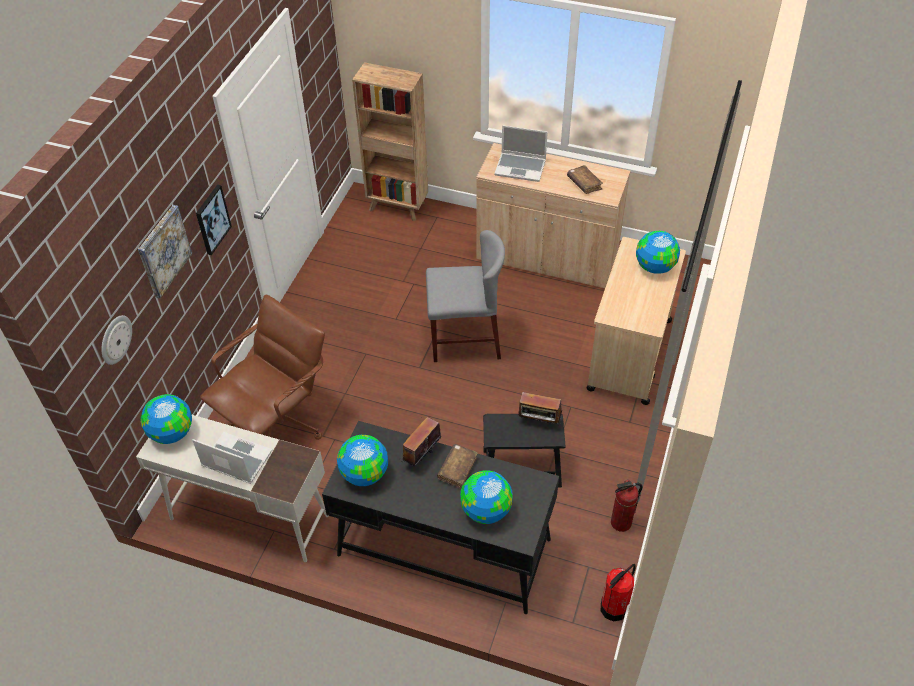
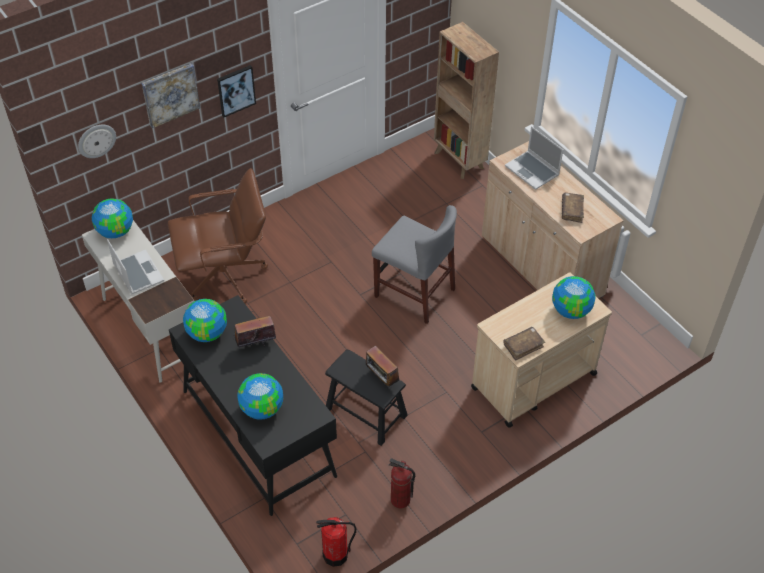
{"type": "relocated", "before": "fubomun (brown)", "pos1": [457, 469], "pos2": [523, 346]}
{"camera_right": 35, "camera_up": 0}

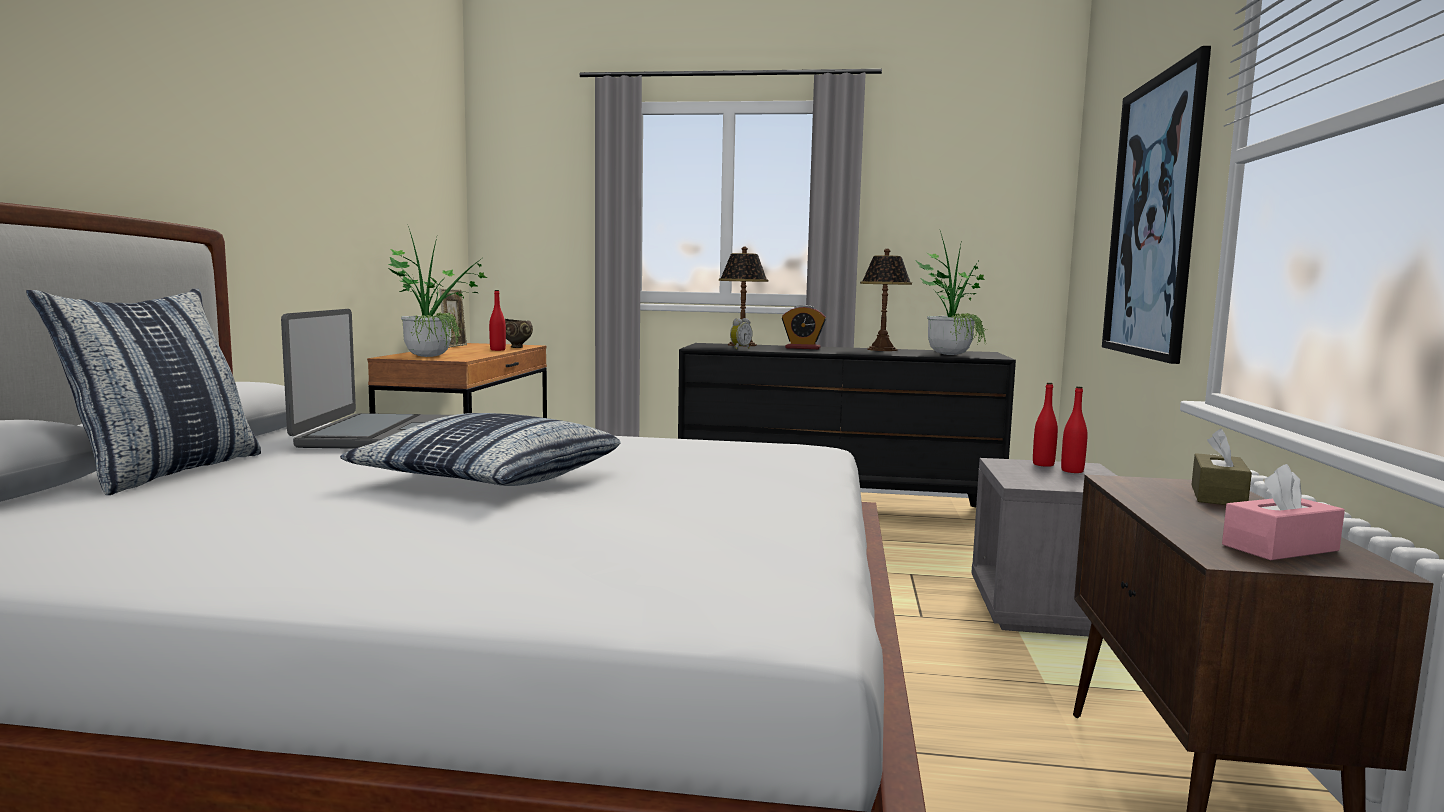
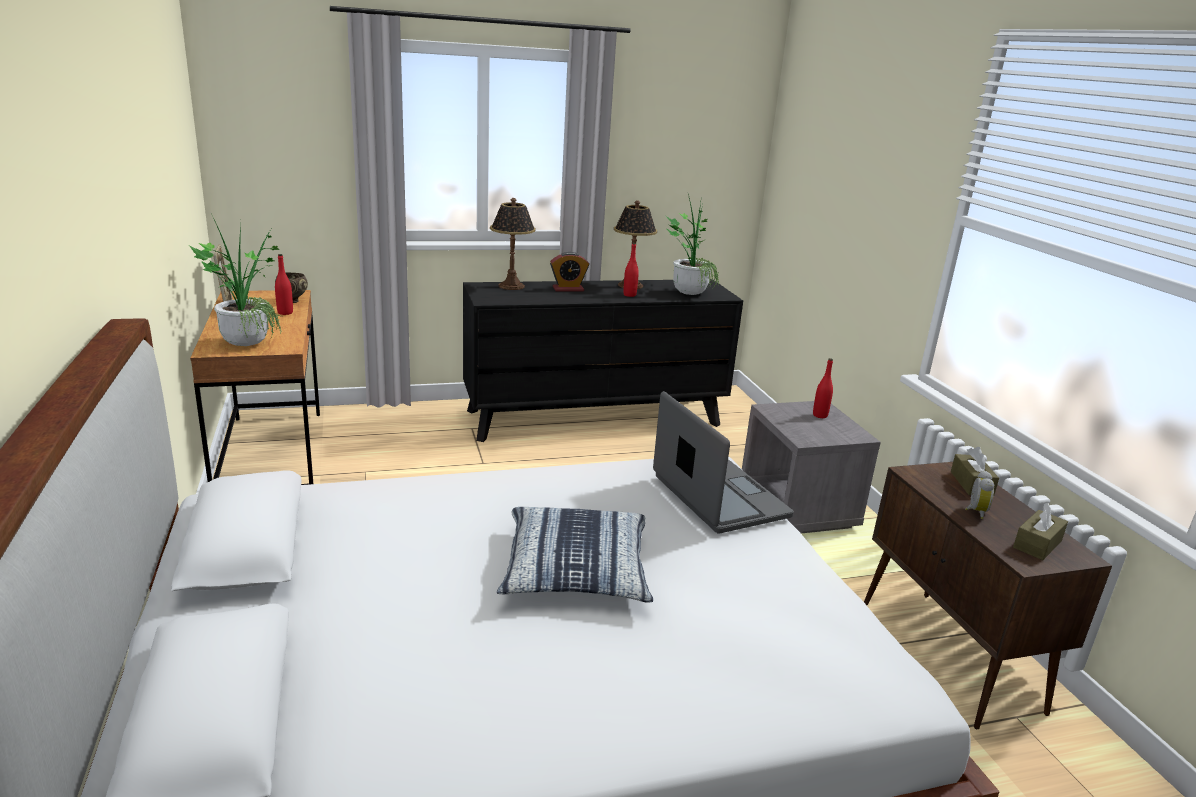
{"type": "missing", "before": "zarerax", "pos1": [1152, 218]}
{"type": "missing", "before": "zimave", "pos1": [167, 472]}
{"type": "relocated", "before": "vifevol", "pos1": [378, 435], "pos2": [718, 497]}
{"type": "relocated", "before": "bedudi", "pos1": [739, 348], "pos2": [974, 511]}
{"type": "relocated", "before": "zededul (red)", "pos1": [1043, 464], "pos2": [629, 295]}
{"type": "colour", "before": "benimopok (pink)", "after": "benimopok (brown)", "pos1": [1280, 548], "pos2": [1037, 544]}
{"camera_right": -25, "camera_up": 15}

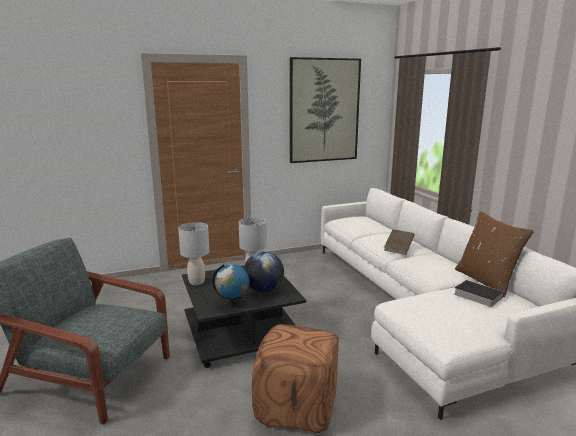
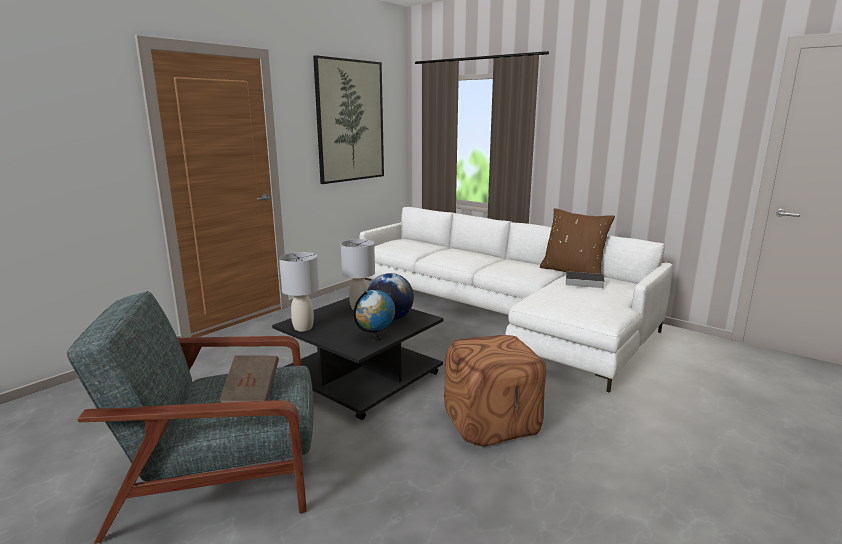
{"type": "relocated", "before": "fubomun (brown)", "pos1": [398, 249], "pos2": [252, 393]}
{"camera_right": -30, "camera_up": 0}

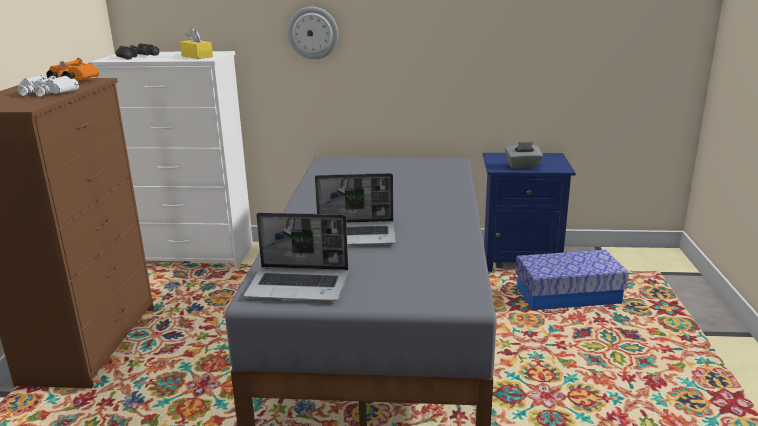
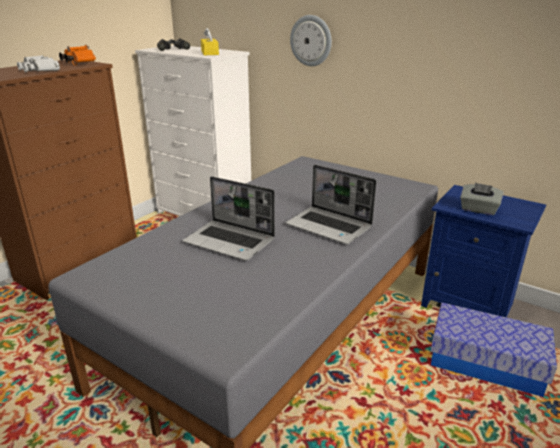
{"type": "relocated", "before": "vifevol", "pos1": [299, 285], "pos2": [330, 226]}
{"camera_right": 30, "camera_up": 5}

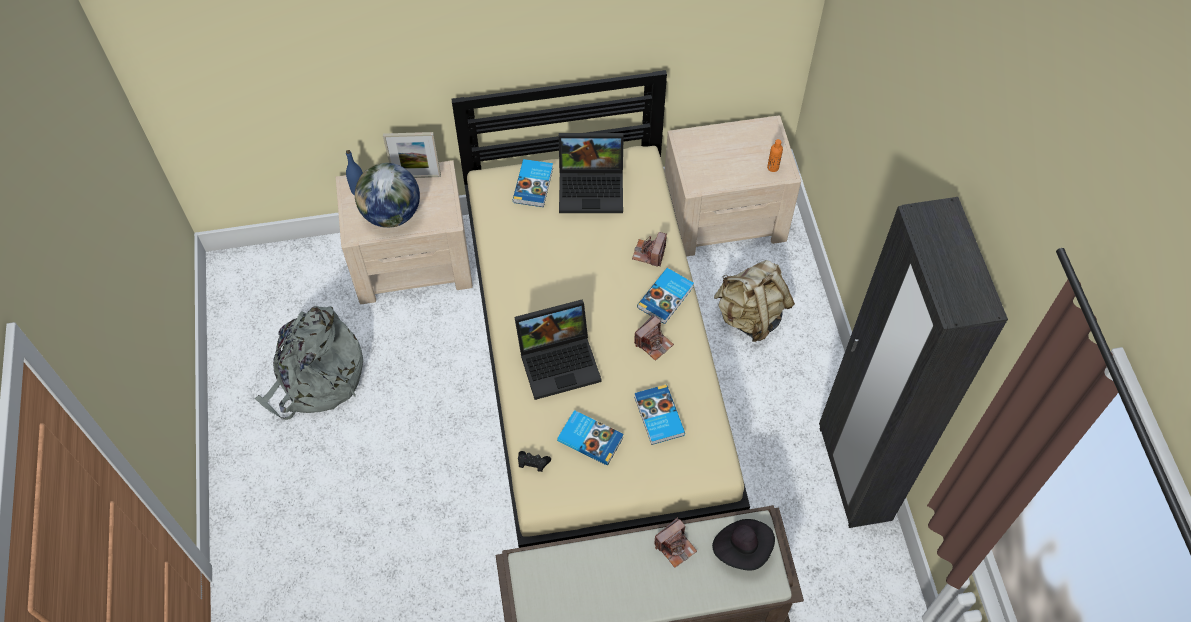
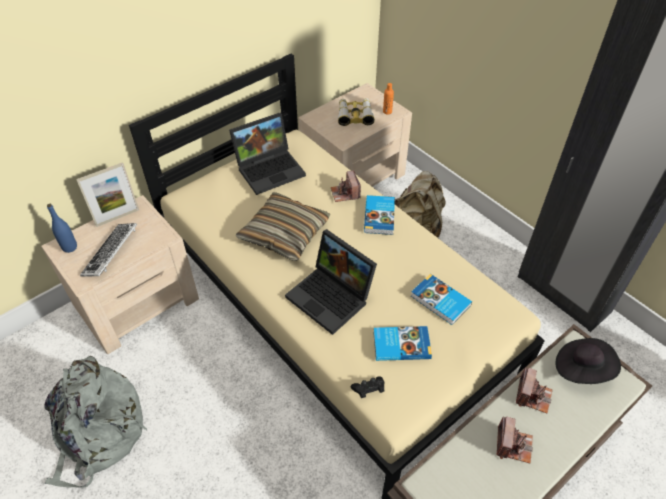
{"type": "missing", "before": "fubomun", "pos1": [534, 185]}
{"type": "exchanged", "before": "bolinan", "after": "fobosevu", "pos1": [391, 214], "pos2": [111, 253]}
{"type": "spun", "before": "vifevol", "pos1": [560, 361], "pos2": [332, 297], "turn": 90}
{"type": "relocated", "before": "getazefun", "pos1": [653, 343], "pos2": [513, 445]}
{"type": "appeared", "after": "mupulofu", "pos2": [355, 116]}
{"type": "appeared", "after": "zimave", "pos2": [285, 233]}
{"camera_right": -30, "camera_up": -10}

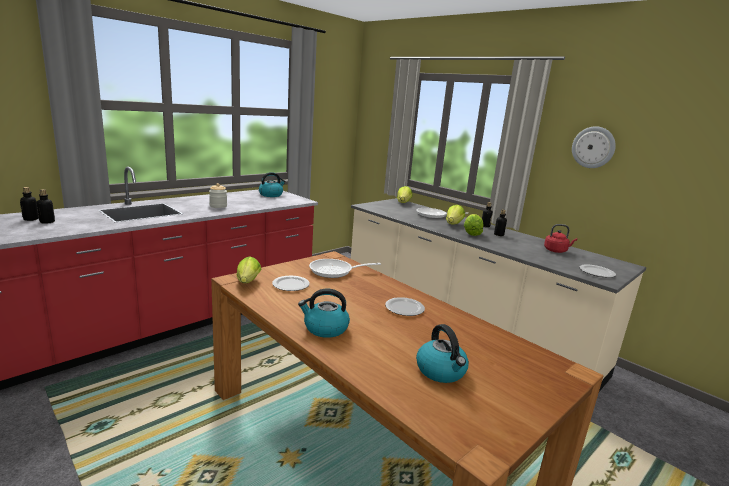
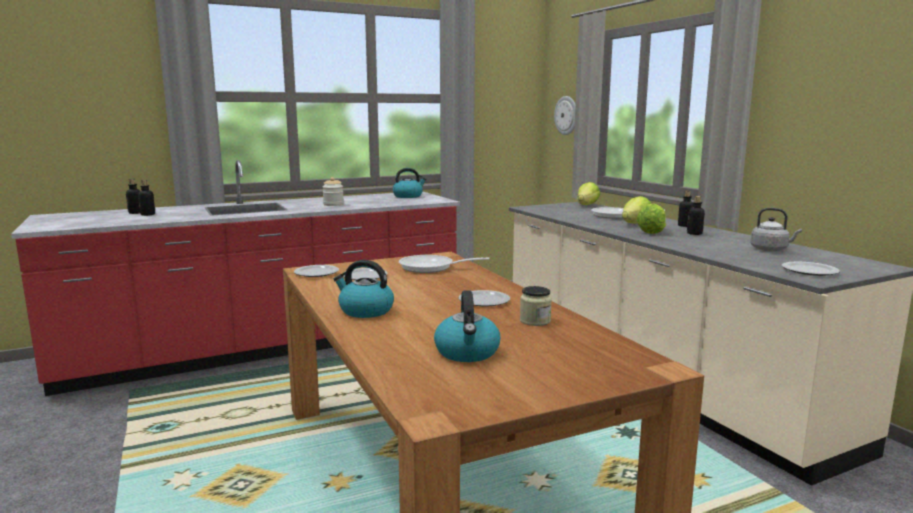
{"type": "relocated", "before": "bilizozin", "pos1": [593, 147], "pos2": [566, 115]}
{"type": "colour", "before": "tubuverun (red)", "after": "tubuverun (grey)", "pos1": [556, 251], "pos2": [770, 249]}
{"type": "exchanged", "before": "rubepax", "after": "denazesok", "pos1": [247, 283], "pos2": [317, 273]}
{"type": "appeared", "after": "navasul", "pos2": [535, 321]}
{"camera_right": 20, "camera_up": -5}

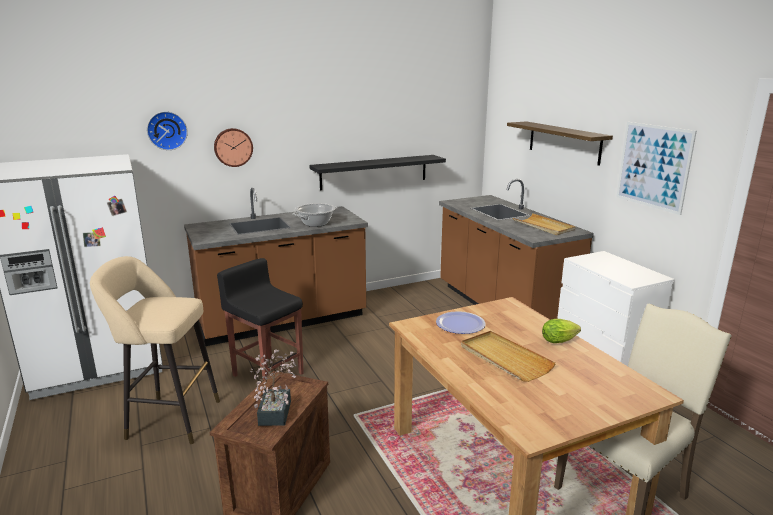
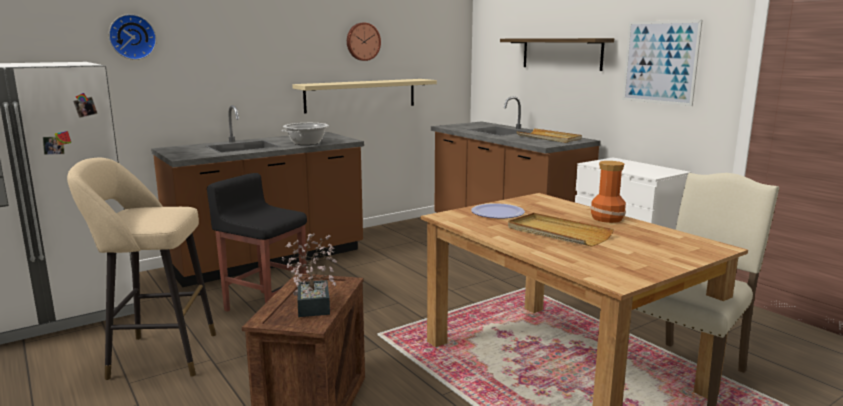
{"type": "relocated", "before": "bilizozin", "pos1": [233, 147], "pos2": [362, 41]}
{"type": "colour", "before": "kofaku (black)", "after": "kofaku (beige)", "pos1": [374, 172], "pos2": [361, 95]}
{"type": "exchanged", "before": "rubepax", "after": "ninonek", "pos1": [560, 341], "pos2": [606, 218]}
{"camera_right": -10, "camera_up": -5}

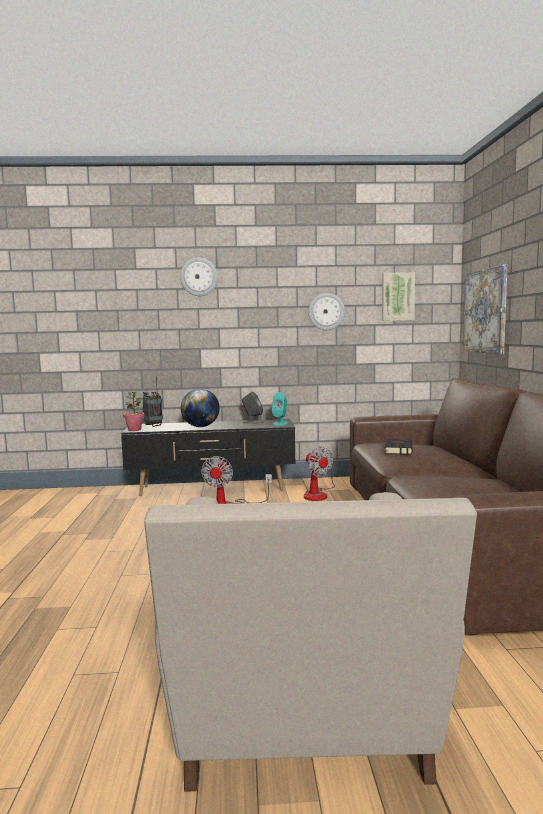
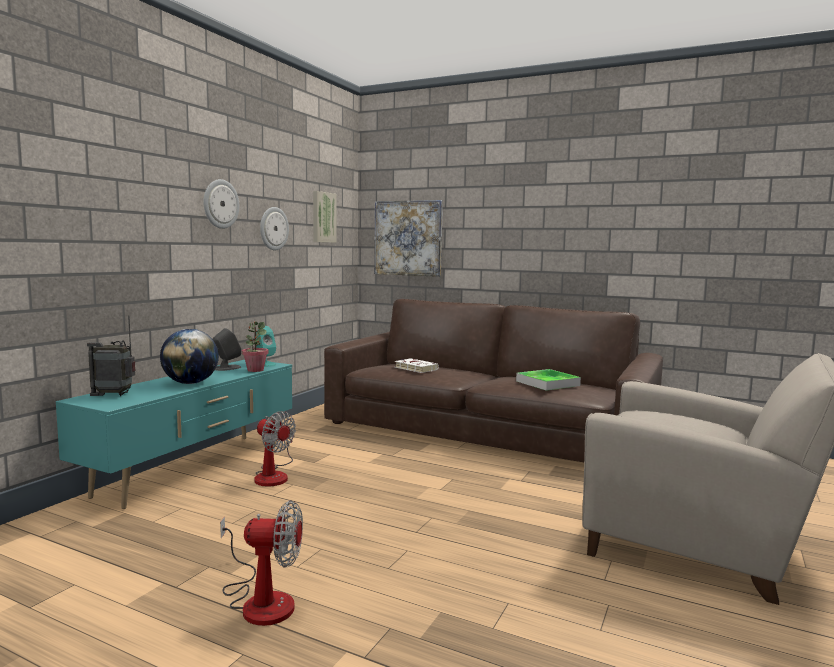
{"type": "relocated", "before": "bilizozin", "pos1": [199, 277], "pos2": [220, 204]}
{"type": "relocated", "before": "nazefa", "pos1": [134, 430], "pos2": [255, 370]}
{"type": "colour", "before": "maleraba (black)", "after": "maleraba (turquoise)", "pos1": [213, 489], "pos2": [195, 468]}
{"type": "colour", "before": "fubomun (black)", "after": "fubomun (white)", "pos1": [398, 449], "pos2": [415, 368]}
{"type": "relocated", "before": "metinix", "pos1": [318, 494], "pos2": [261, 600]}
{"type": "appeared", "after": "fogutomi", "pos2": [547, 383]}
{"camera_right": -60, "camera_up": 0}

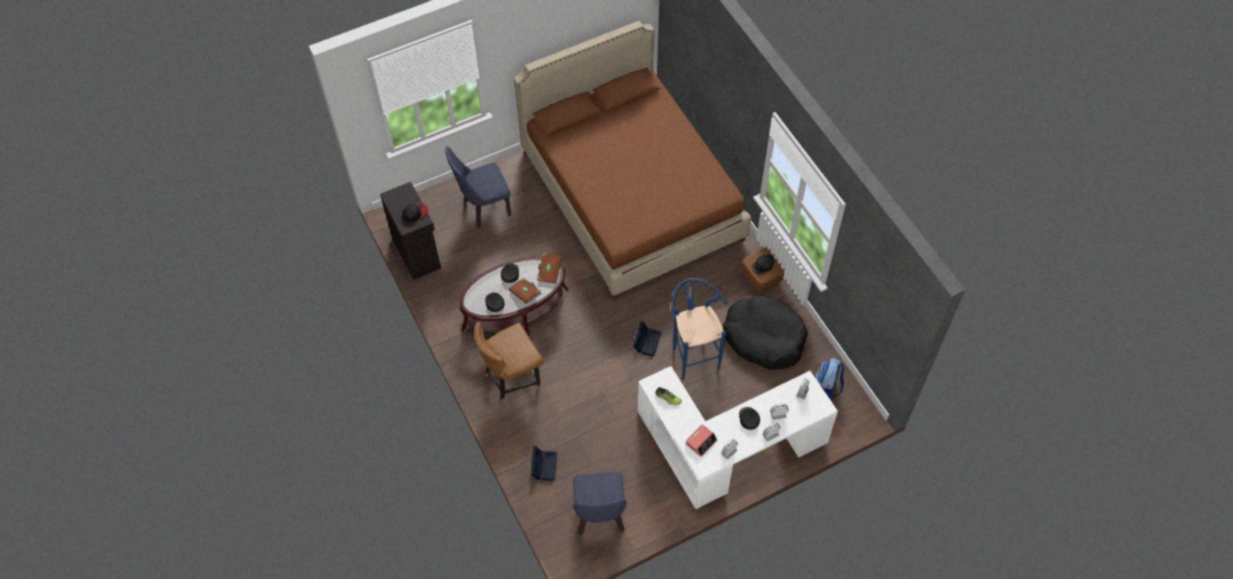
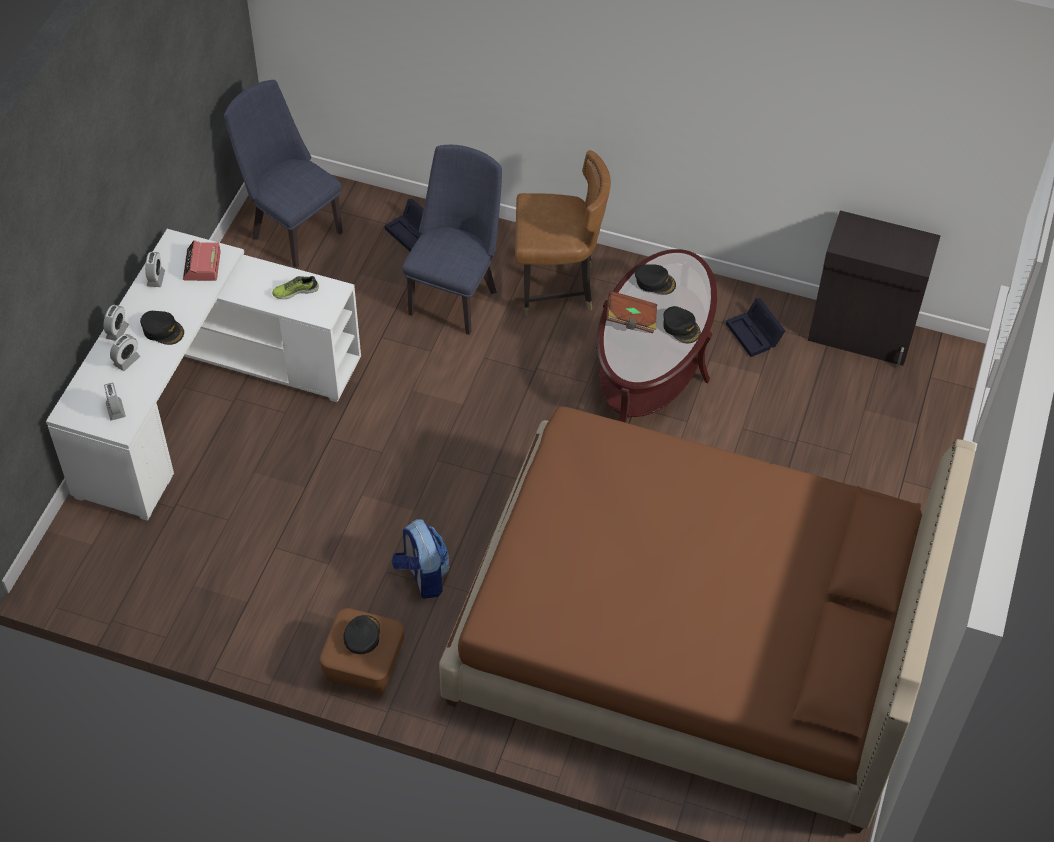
{"type": "relocated", "before": "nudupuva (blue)", "pos1": [483, 209], "pos2": [455, 296]}
{"type": "missing", "before": "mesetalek", "pos1": [415, 213]}
{"type": "missing", "before": "fubomun (brown)", "pos1": [549, 271]}
{"type": "missing", "before": "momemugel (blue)", "pos1": [693, 355]}
{"type": "missing", "before": "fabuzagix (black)", "pos1": [764, 337]}
{"type": "spun", "before": "nudupuva (brown)", "pos1": [512, 379], "pos2": [557, 287], "turn": 75}
{"type": "relocated", "before": "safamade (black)", "pos1": [647, 341], "pos2": [755, 335]}
{"type": "relocated", "before": "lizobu", "pos1": [827, 387], "pos2": [422, 576]}
{"camera_right": 135, "camera_up": -5}

